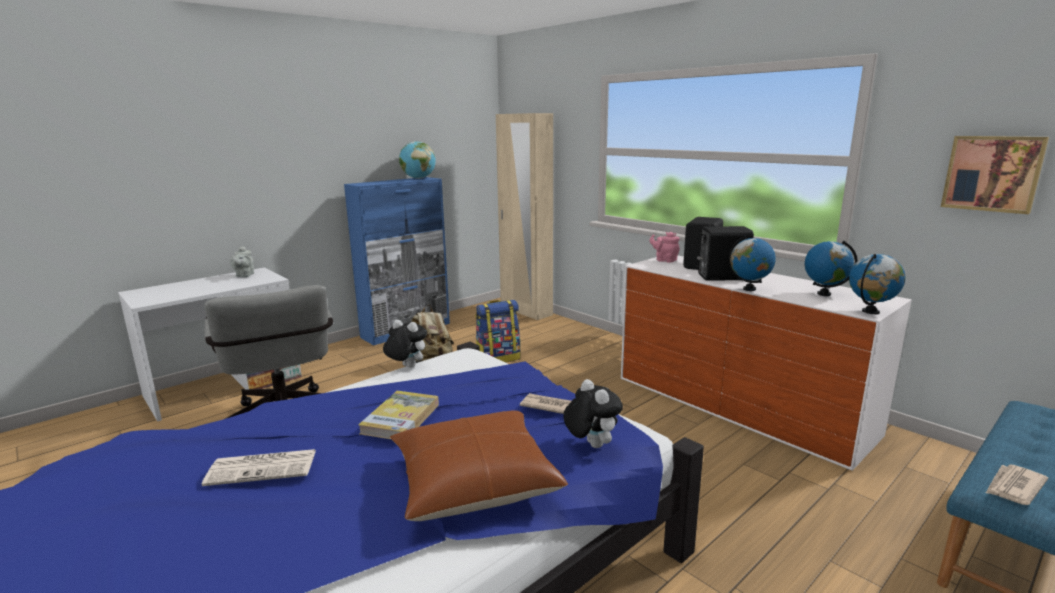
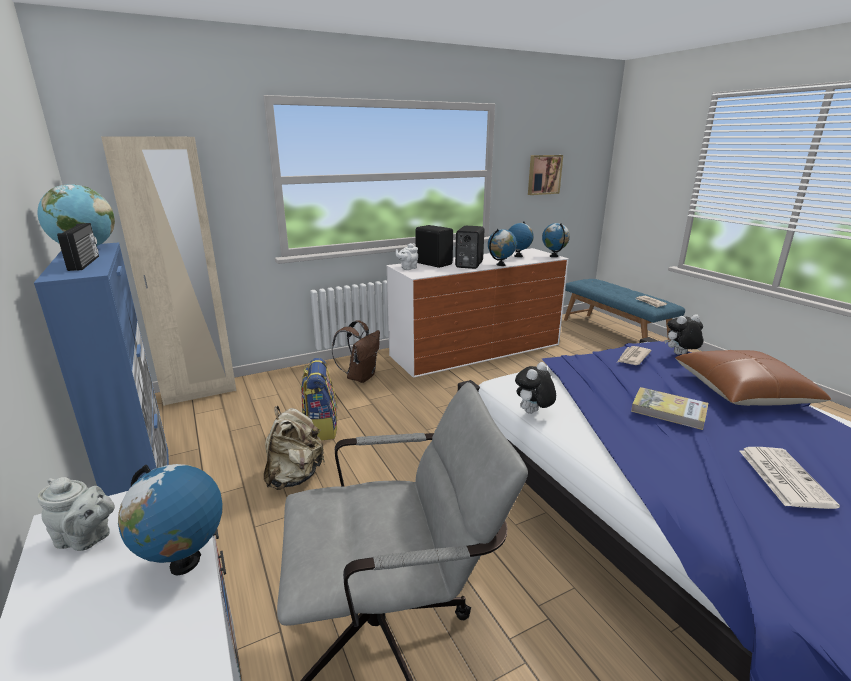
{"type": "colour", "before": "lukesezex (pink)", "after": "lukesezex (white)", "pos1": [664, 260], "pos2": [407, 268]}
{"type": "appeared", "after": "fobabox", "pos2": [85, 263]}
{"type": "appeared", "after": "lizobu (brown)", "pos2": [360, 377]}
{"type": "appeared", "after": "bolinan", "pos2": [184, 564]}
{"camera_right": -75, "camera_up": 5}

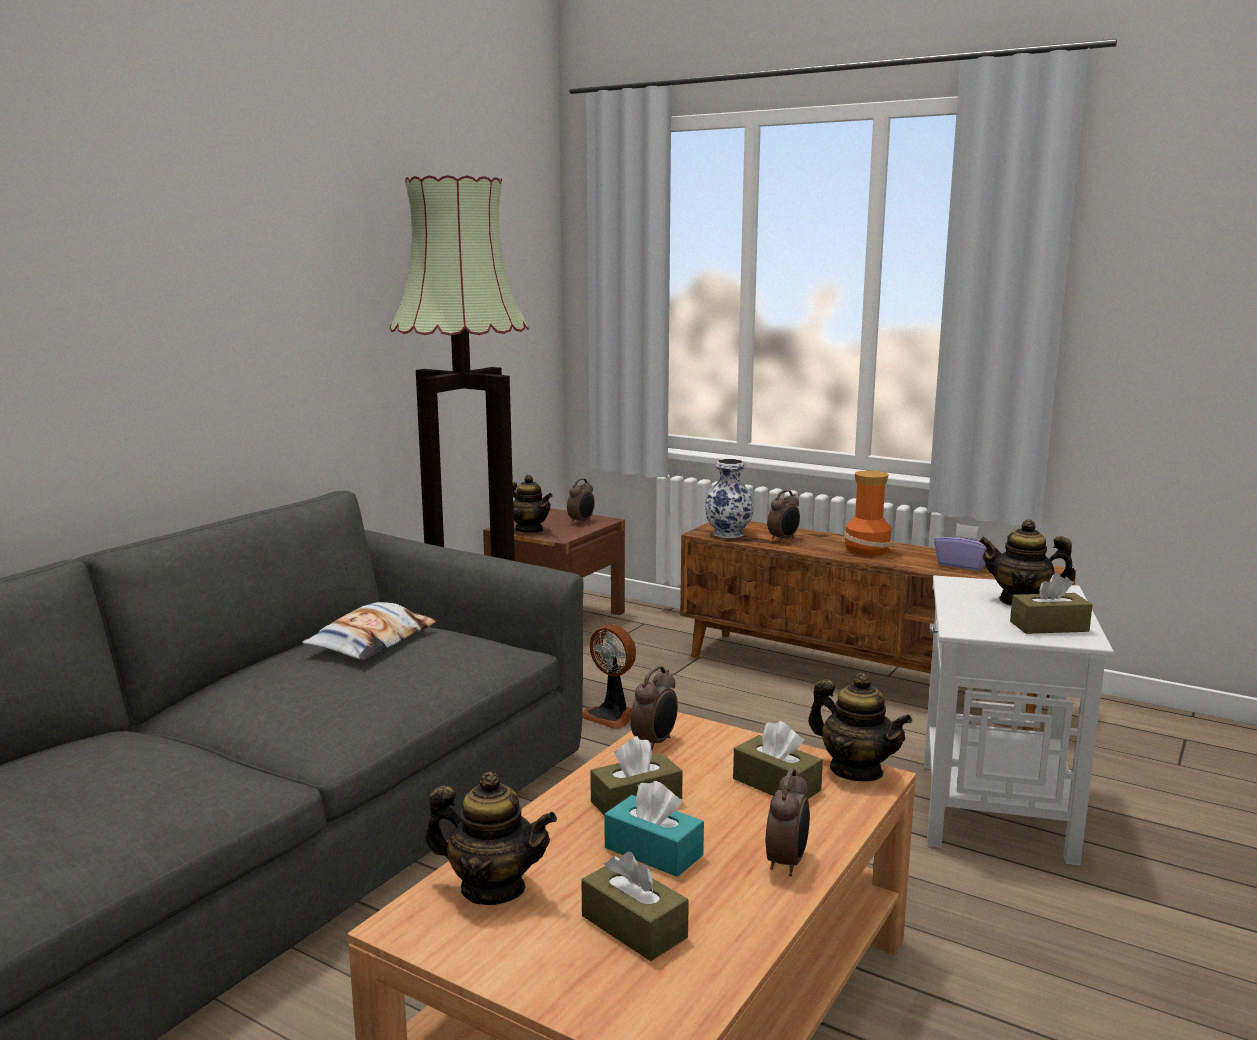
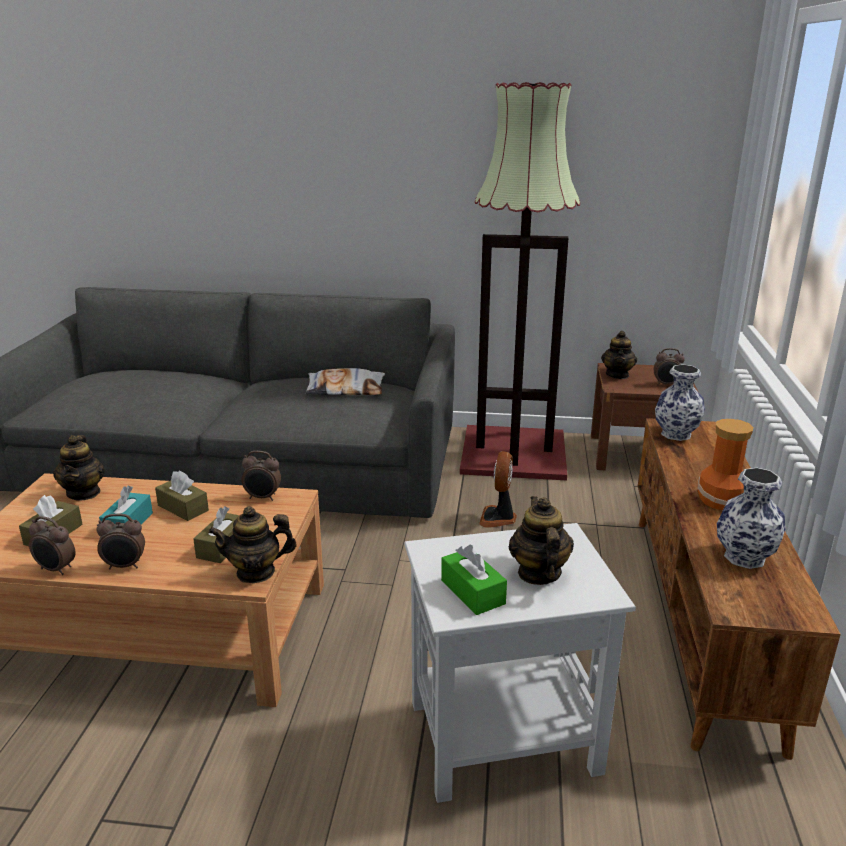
{"type": "relocated", "before": "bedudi", "pos1": [783, 539], "pos2": [56, 569]}
{"type": "exchanged", "before": "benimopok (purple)", "after": "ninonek", "pos1": [962, 565], "pos2": [743, 556]}
{"type": "colour", "before": "benimopok (brown)", "after": "benimopok (green)", "pos1": [1049, 626], "pos2": [472, 592]}
{"type": "spun", "before": "lukesezex", "pos1": [856, 771], "pos2": [256, 572], "turn": 60}
{"camera_right": 65, "camera_up": 10}

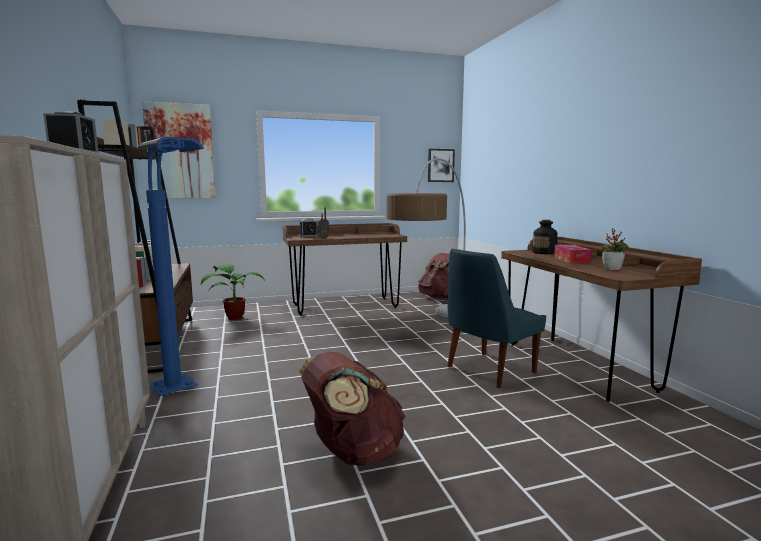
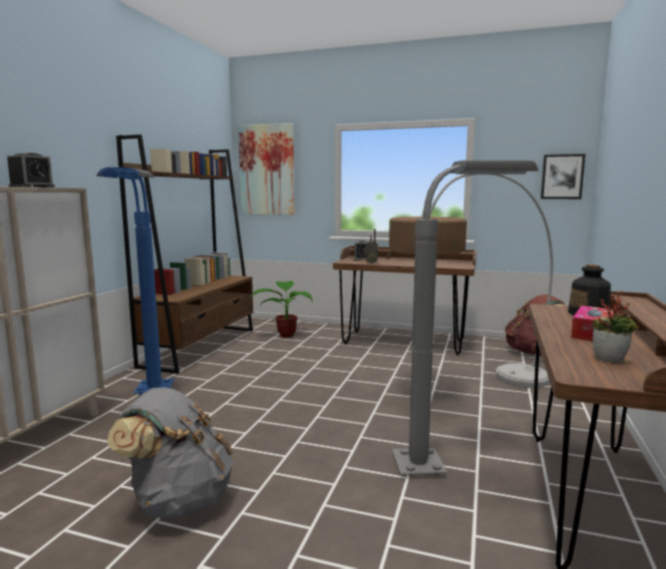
{"type": "exchanged", "before": "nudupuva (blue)", "after": "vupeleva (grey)", "pos1": [488, 370], "pos2": [449, 464]}
{"type": "colour", "before": "lizobu (brown)", "after": "lizobu (grey)", "pos1": [353, 453], "pos2": [179, 500]}
{"camera_right": 35, "camera_up": 0}

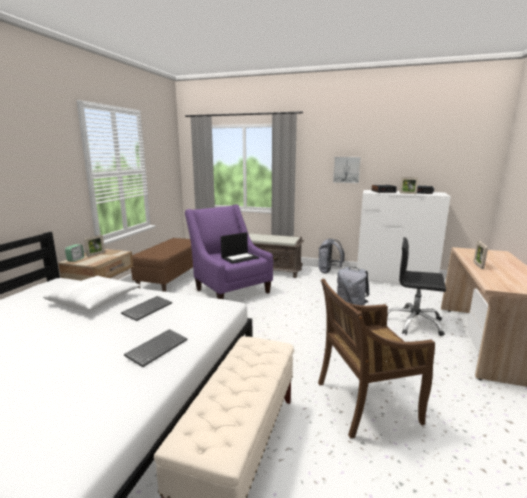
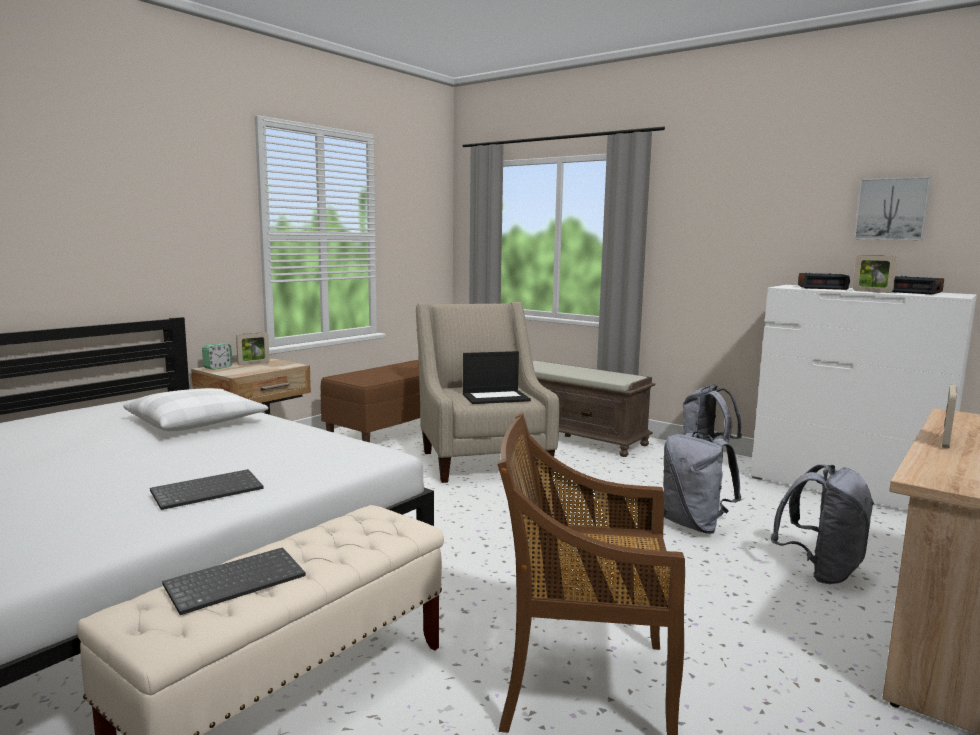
{"type": "relocated", "before": "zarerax", "pos1": [346, 169], "pos2": [891, 209]}
{"type": "colour", "before": "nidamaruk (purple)", "after": "nidamaruk (beige)", "pos1": [230, 289], "pos2": [482, 459]}
{"type": "exchanged", "before": "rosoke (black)", "after": "lizobu (grey)", "pos1": [414, 323], "pos2": [821, 571]}
{"type": "relocated", "before": "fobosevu", "pos1": [147, 308], "pos2": [236, 581]}
{"camera_right": 20, "camera_up": -5}

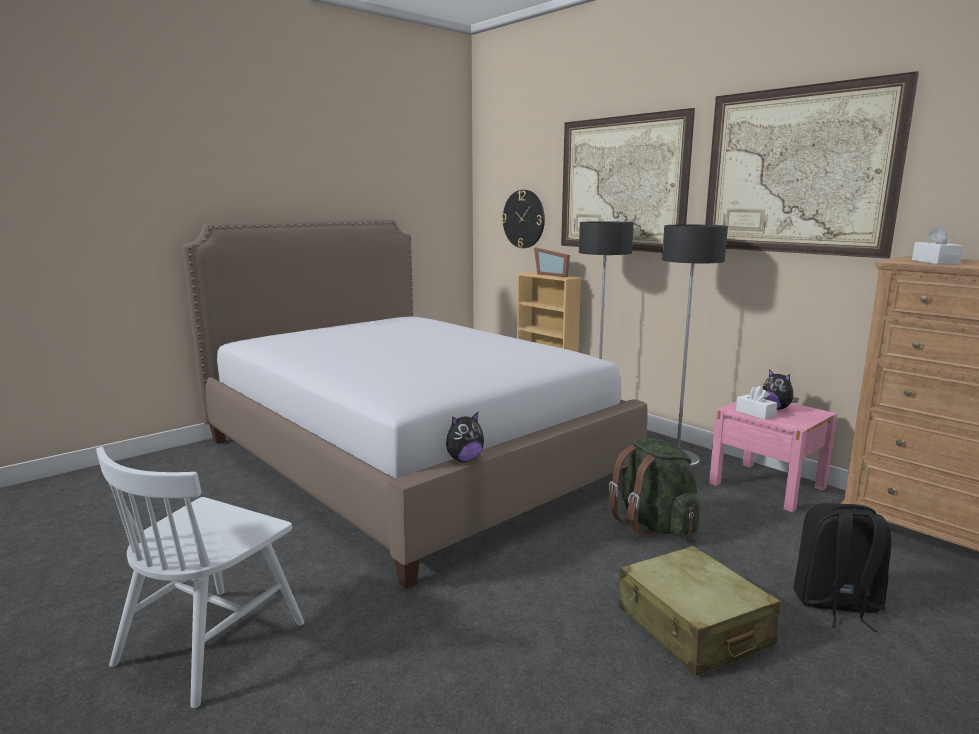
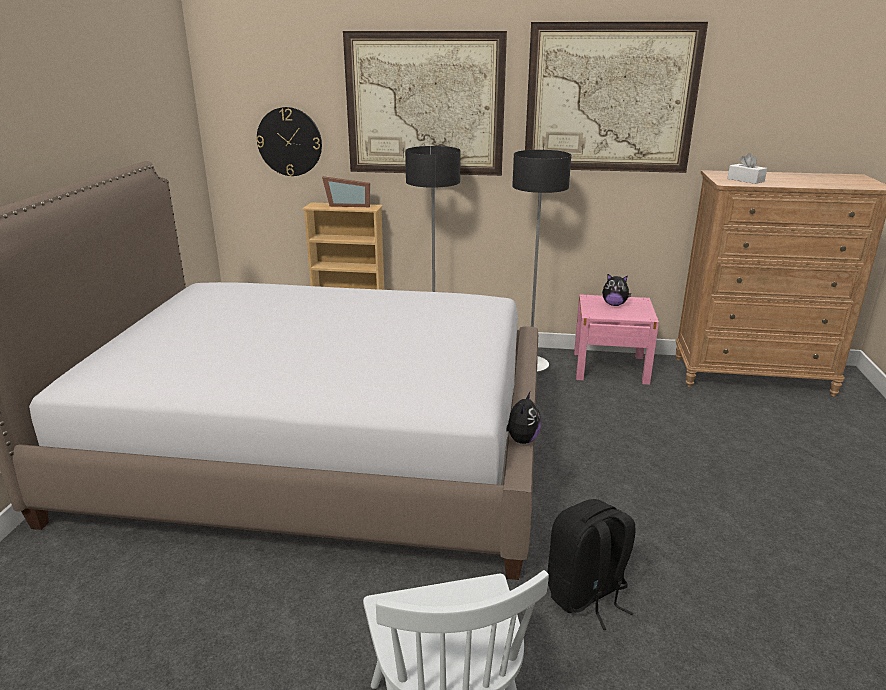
{"type": "missing", "before": "benimopok (white)", "pos1": [755, 413]}
{"type": "missing", "before": "lizobu (green)", "pos1": [654, 525]}
{"type": "relocated", "before": "lizobu (black)", "pos1": [836, 605], "pos2": [587, 595]}
{"type": "missing", "before": "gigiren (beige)", "pos1": [693, 627]}
{"camera_right": -40, "camera_up": 10}

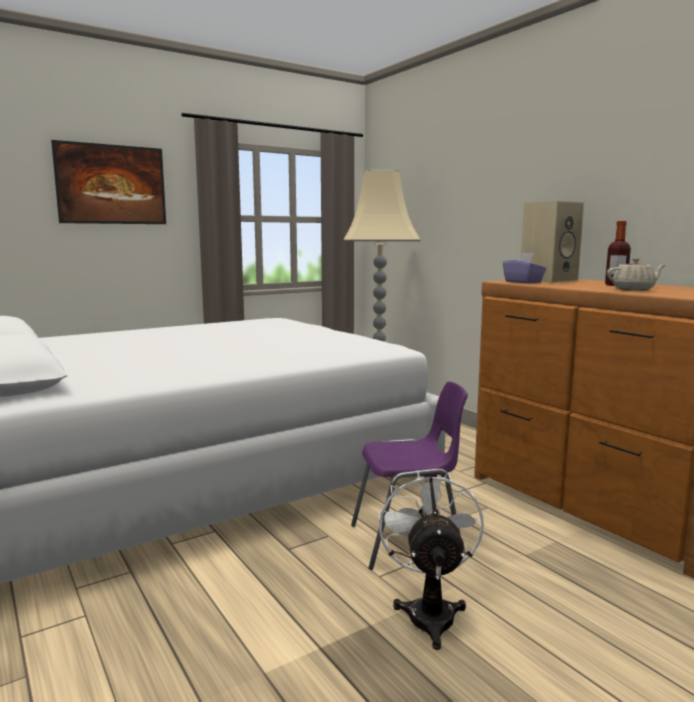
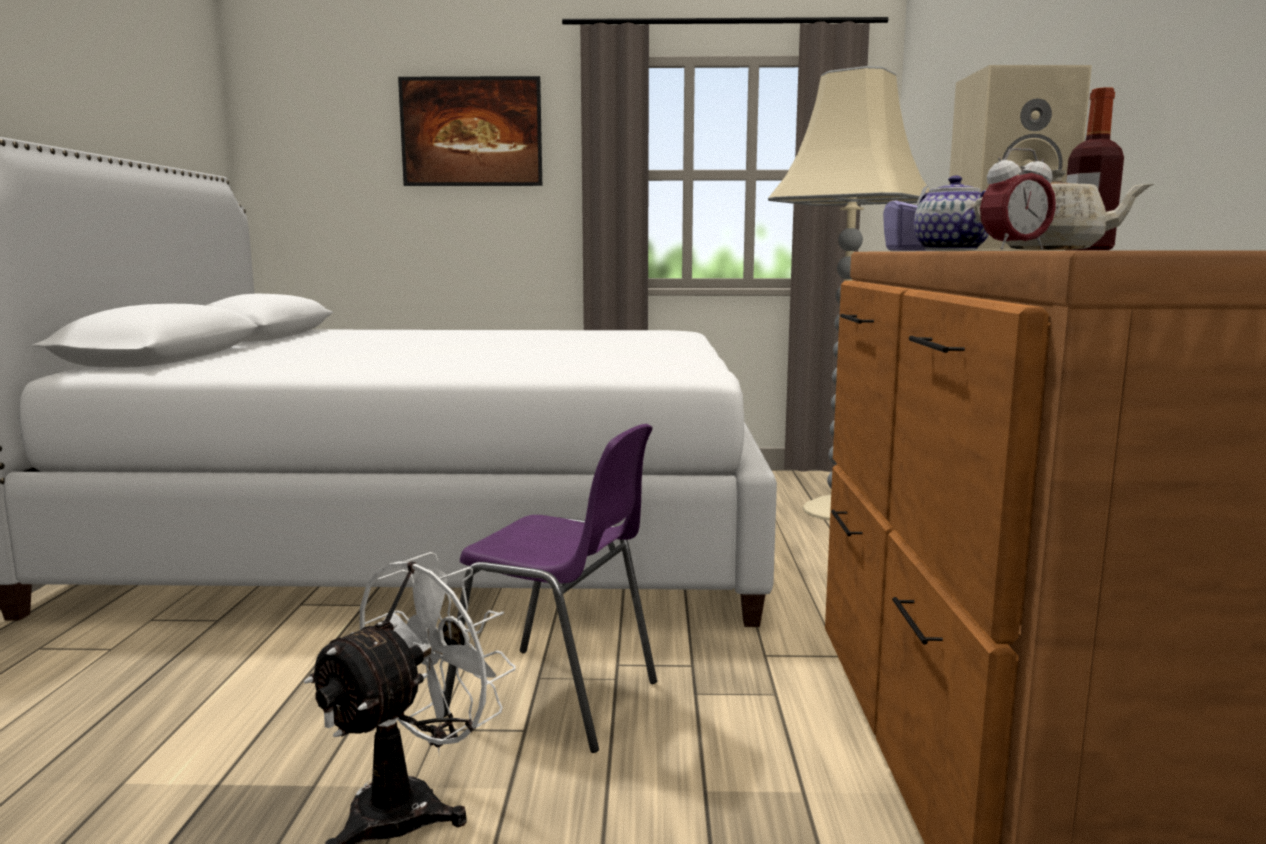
{"type": "appeared", "after": "bedudi", "pos2": [1014, 249]}
{"type": "appeared", "after": "lukesezex", "pos2": [952, 250]}
{"camera_right": 35, "camera_up": 0}

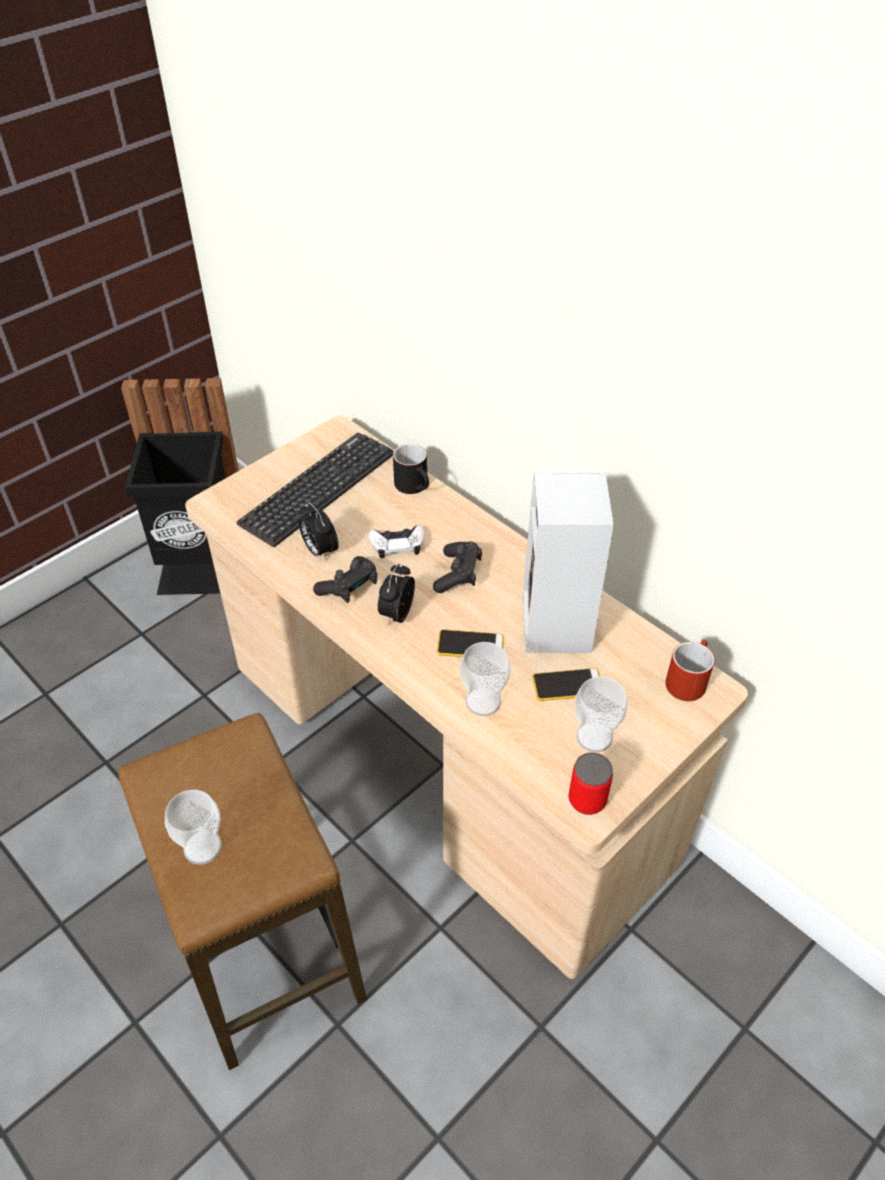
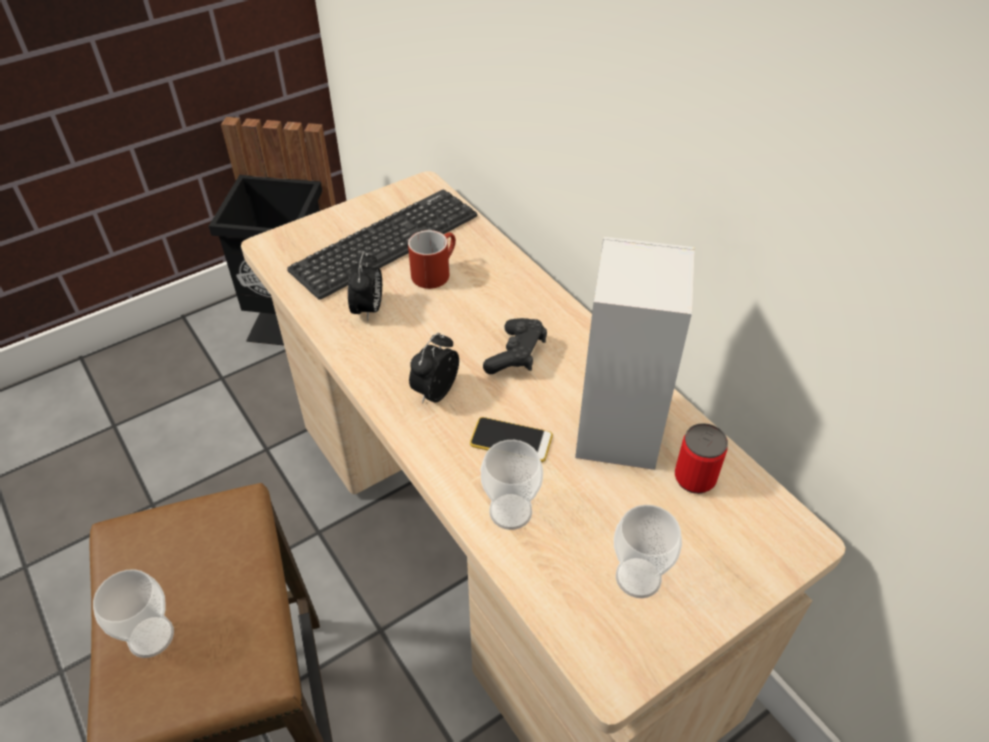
{"type": "missing", "before": "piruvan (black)", "pos1": [415, 486]}
{"type": "spun", "before": "bedudi", "pos1": [320, 550], "pos2": [368, 309], "turn": -150}
{"type": "missing", "before": "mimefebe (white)", "pos1": [397, 544]}
{"type": "missing", "before": "mimefebe (black)", "pos1": [349, 587]}
{"type": "relocated", "before": "piruvan (red)", "pos1": [687, 679], "pos2": [435, 271]}
{"type": "missing", "before": "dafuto", "pos1": [567, 685]}
{"type": "relocated", "before": "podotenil", "pos1": [587, 799], "pos2": [694, 478]}
{"camera_right": 10, "camera_up": 0}

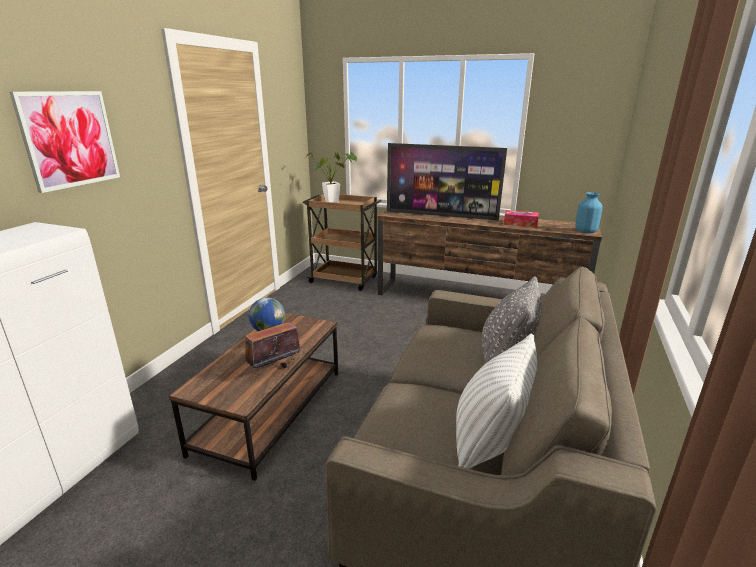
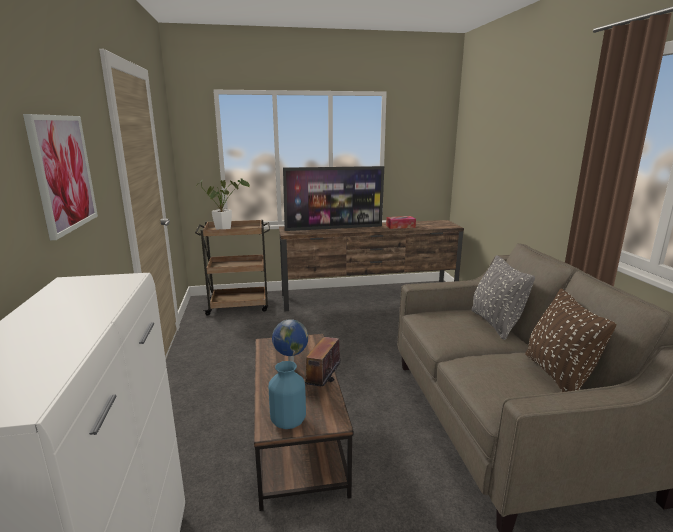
{"type": "relocated", "before": "ninonek (blue)", "pos1": [585, 231], "pos2": [287, 422]}
{"type": "colour", "before": "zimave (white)", "after": "zimave (brown)", "pos1": [489, 442], "pos2": [557, 376]}
{"camera_right": -30, "camera_up": -5}

